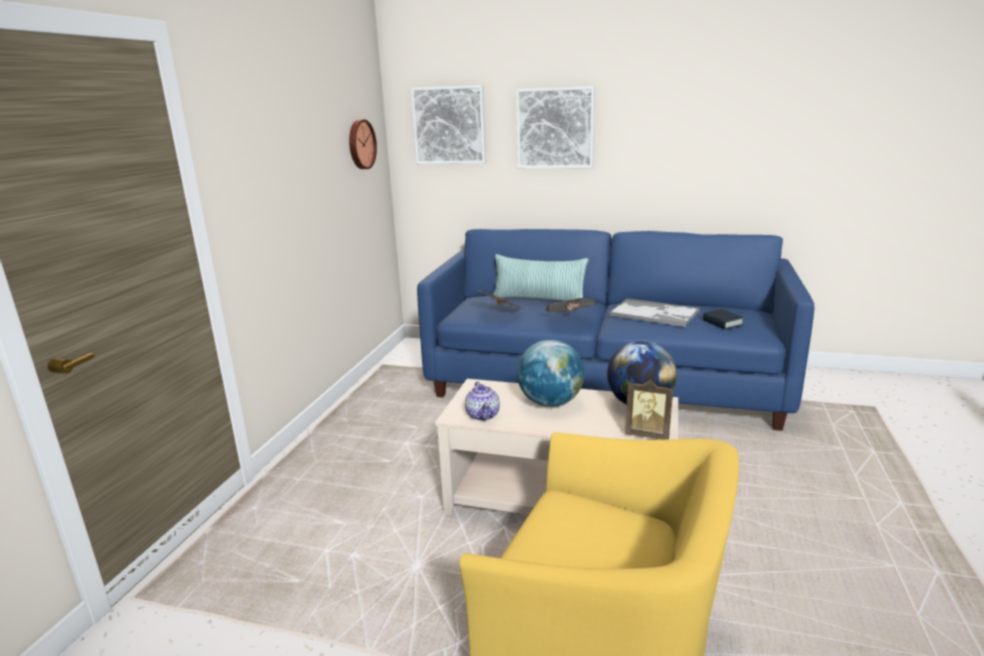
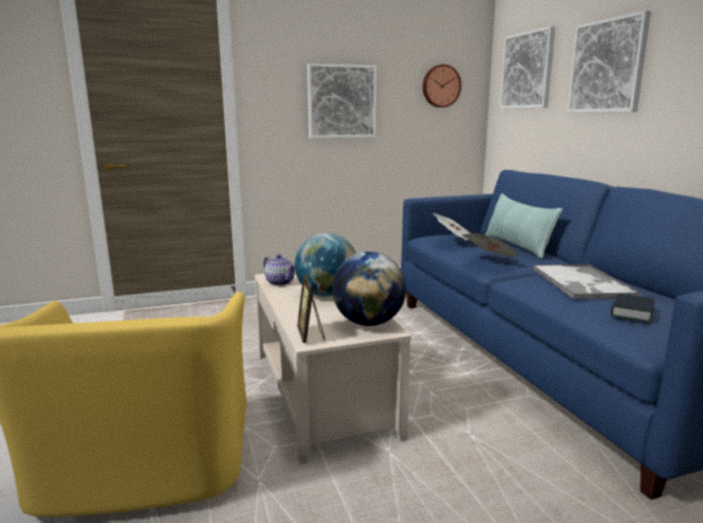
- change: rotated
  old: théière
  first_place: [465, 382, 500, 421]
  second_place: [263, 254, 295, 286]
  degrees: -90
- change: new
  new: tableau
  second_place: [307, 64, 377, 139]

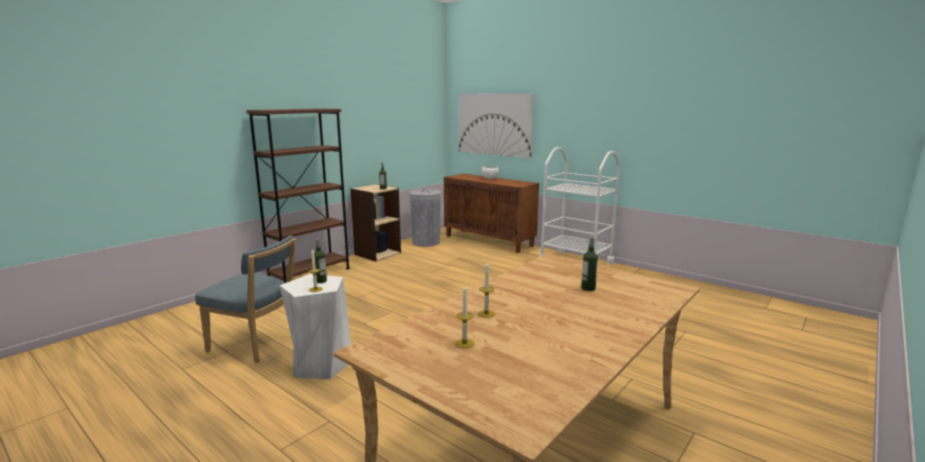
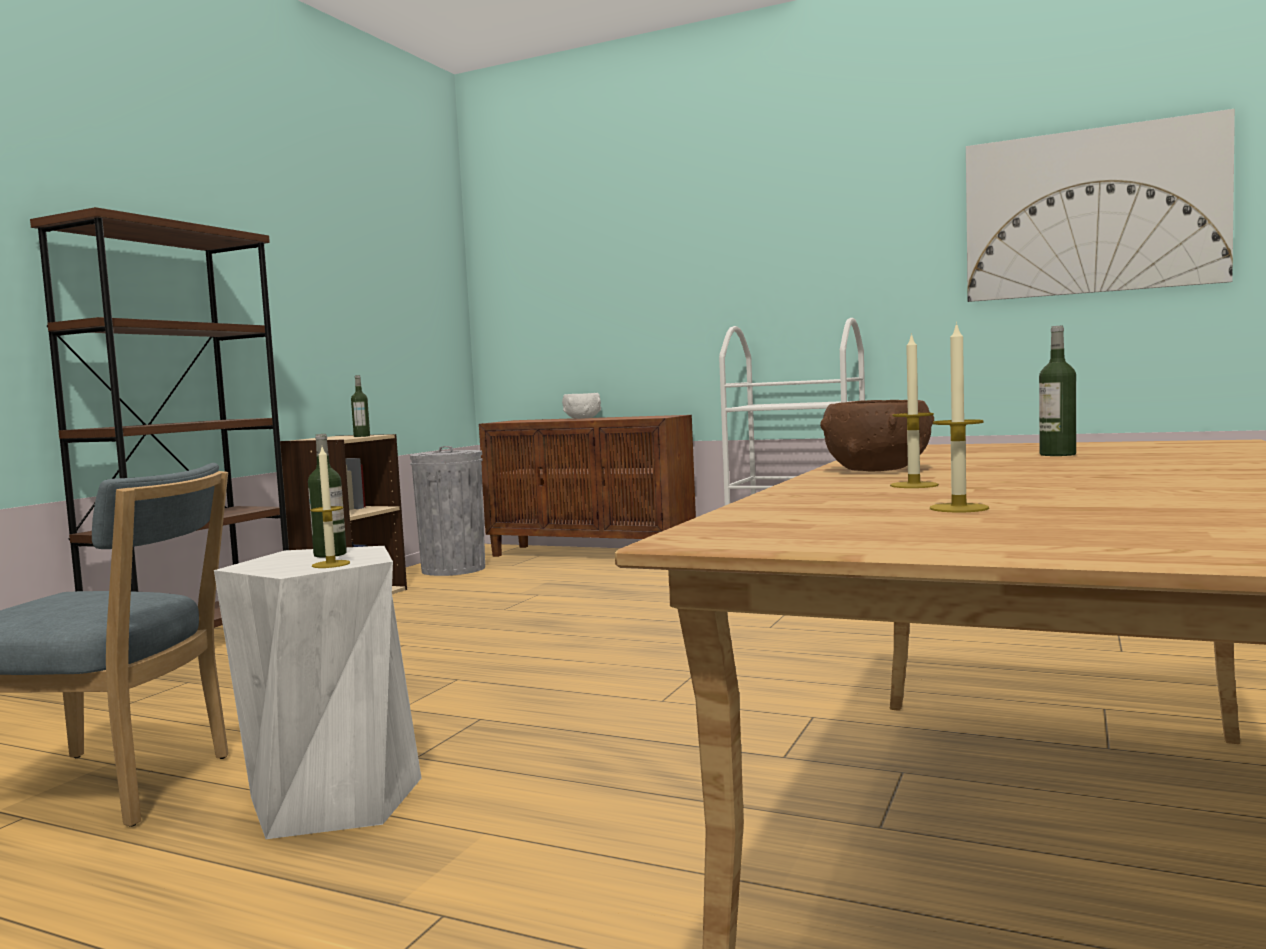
- change: new
  new: bol/marron
  second_place: [820, 400, 934, 471]
- change: shifted
  old: tableau
  first_place: [459, 93, 535, 159]
  second_place: [966, 109, 1235, 302]

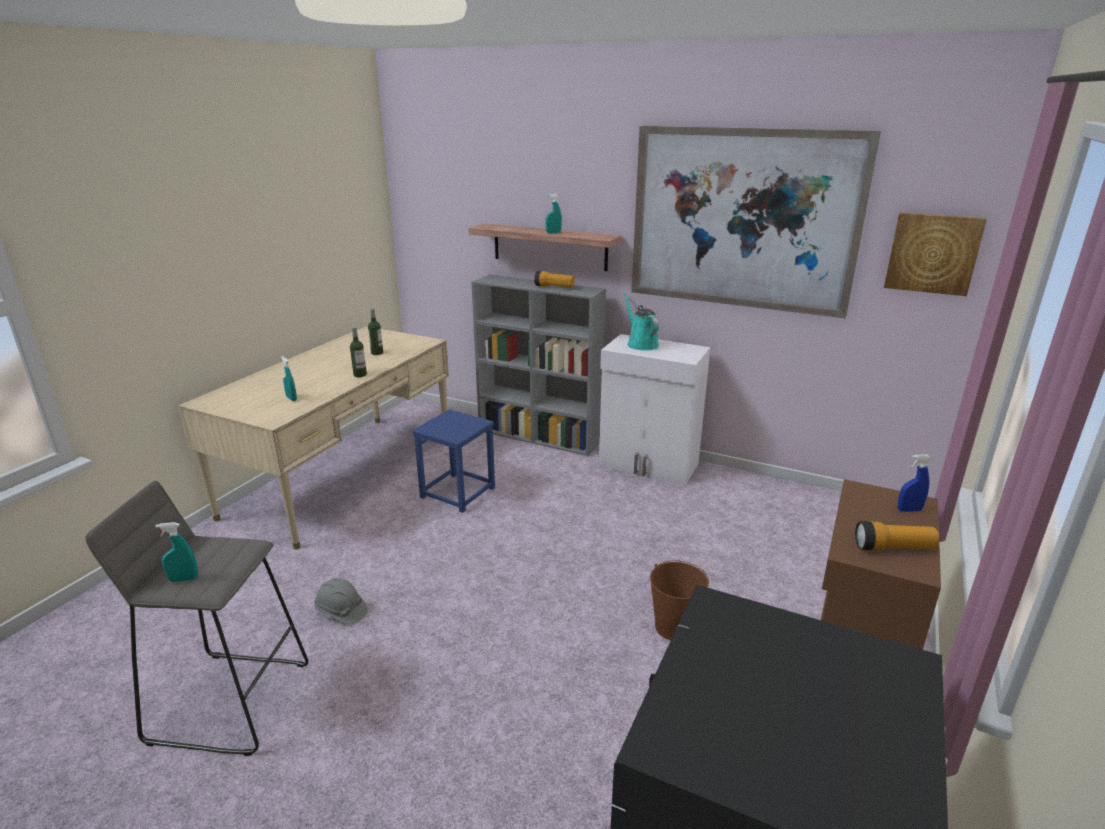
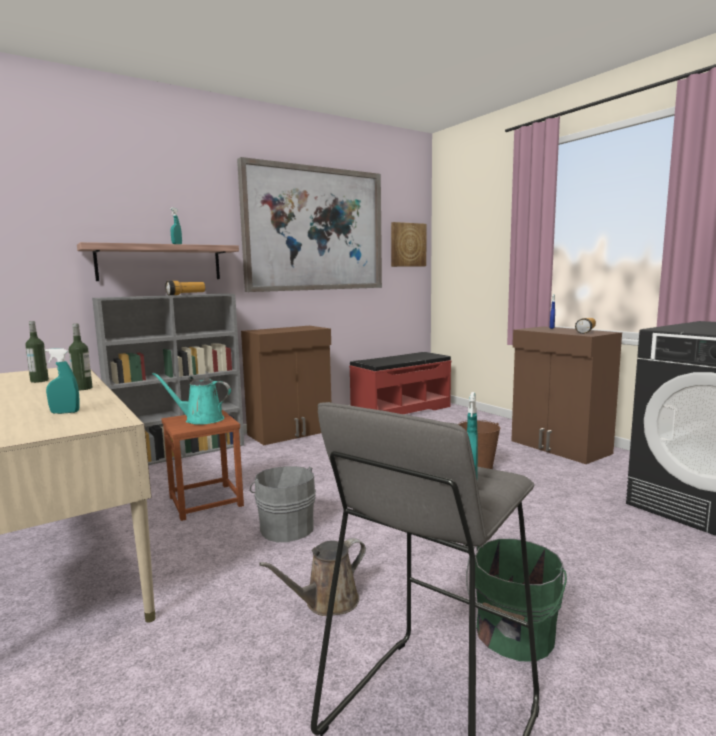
- change: shifted
  old: arrosoir/turquoise
  first_place: [624, 294, 659, 351]
  second_place: [152, 373, 231, 425]
- change: repainted
  old: tabouret/bleu
  new: tabouret/marron
  first_place: [412, 409, 495, 513]
  second_place: [161, 410, 244, 521]
- change: repainted
  old: meuble de rangement/blanc
  new: meuble de rangement/marron
  first_place: [599, 334, 711, 486]
  second_place: [241, 326, 331, 445]
- change: new
  new: seau/gris
  second_place: [250, 466, 316, 542]
- change: swapped
  old: casque de chantier/gris
  new: arrosoir/marron
  first_place: [314, 578, 368, 625]
  second_place: [259, 538, 366, 616]
- change: new
  new: banc/rouge
  second_place: [349, 352, 451, 414]
- change: new
  new: seau/vert
  second_place: [466, 538, 567, 662]

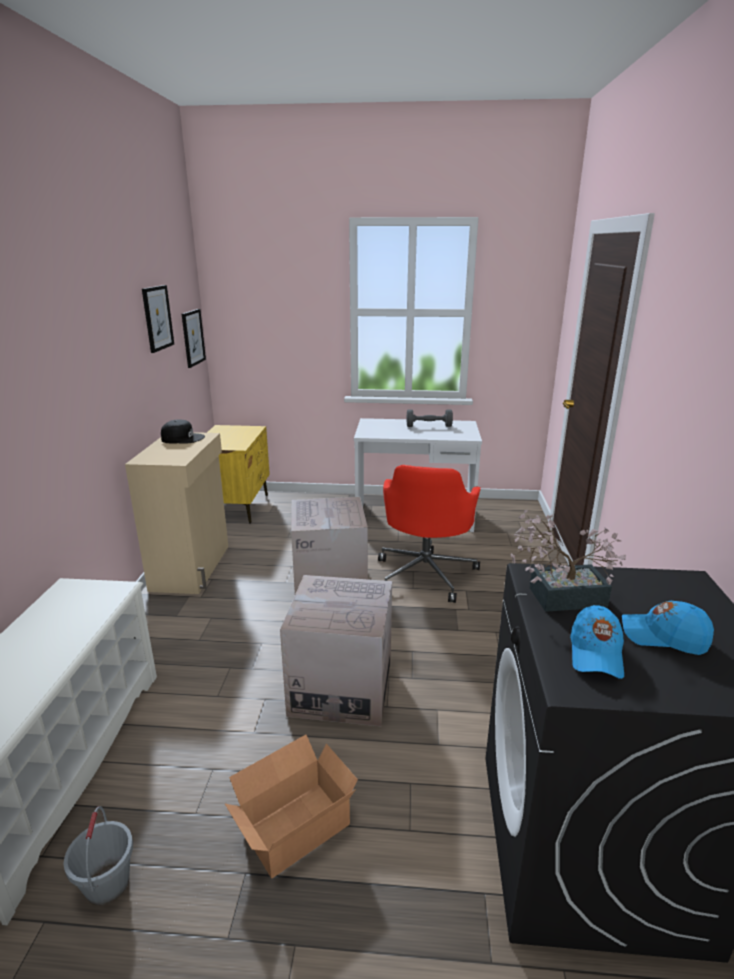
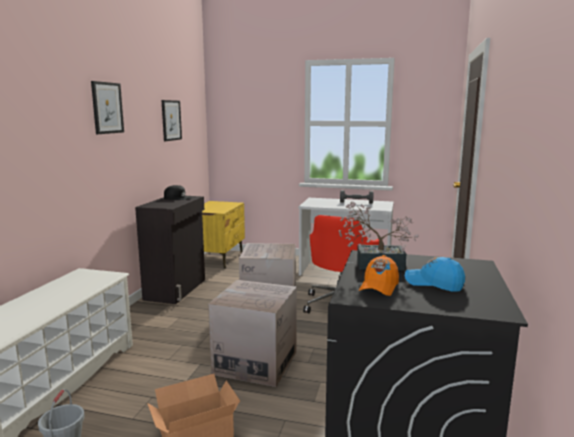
- change: shifted
  old: tableau
  first_place: [182, 309, 206, 368]
  second_place: [91, 81, 124, 134]
- change: repainted
  old: meuble de rangement/beige
  new: meuble de rangement/noir
  first_place: [125, 432, 229, 594]
  second_place: [135, 196, 205, 304]
- change: repainted
  old: casquette/bleu
  new: casquette/orange
  first_place: [570, 605, 624, 679]
  second_place: [359, 255, 399, 296]

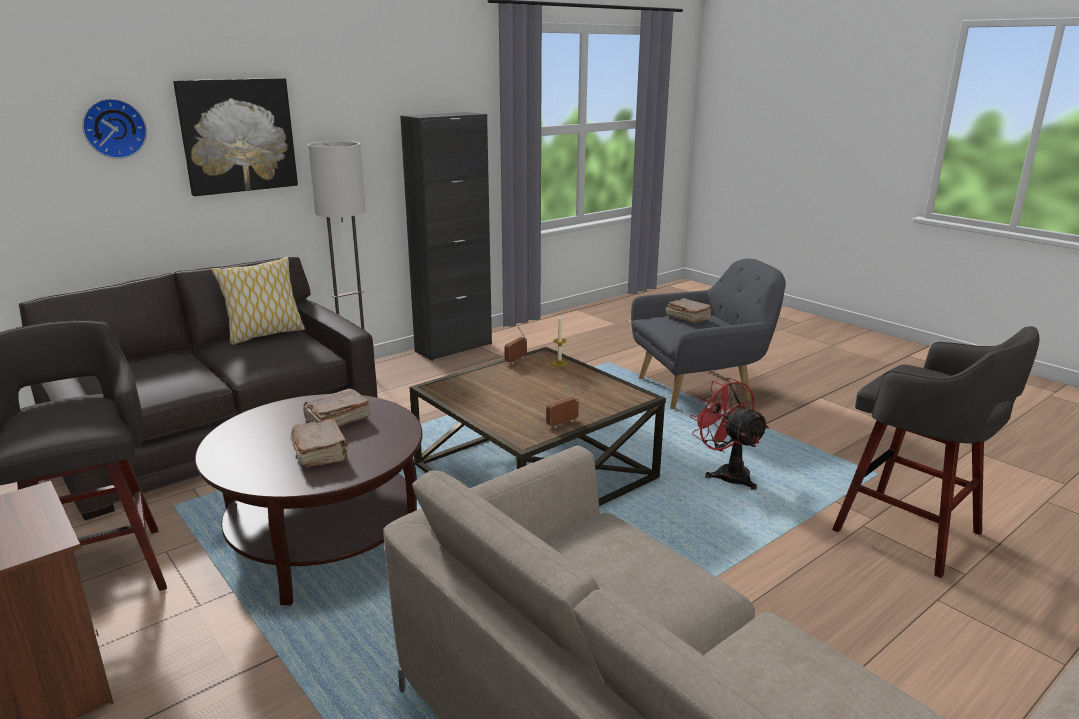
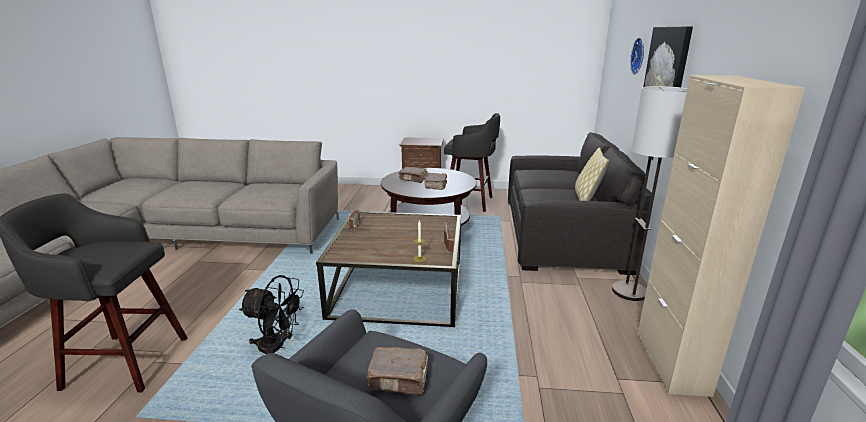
- change: repainted
  old: ventilateur/rouge
  new: ventilateur/noir
  first_place: [690, 377, 769, 490]
  second_place: [239, 275, 304, 354]
- change: repainted
  old: meuble de rangement/noir
  new: meuble de rangement/beige
  first_place: [400, 112, 492, 361]
  second_place: [637, 75, 805, 397]

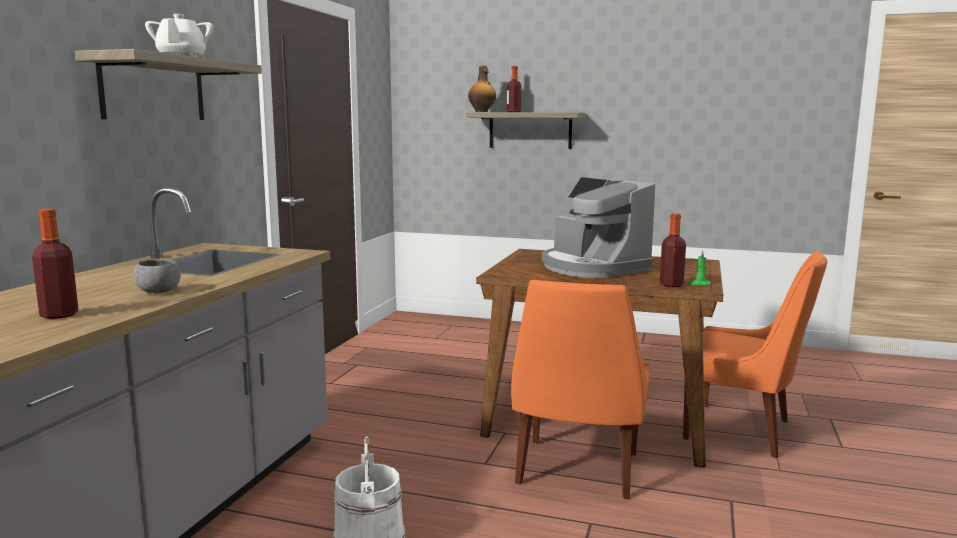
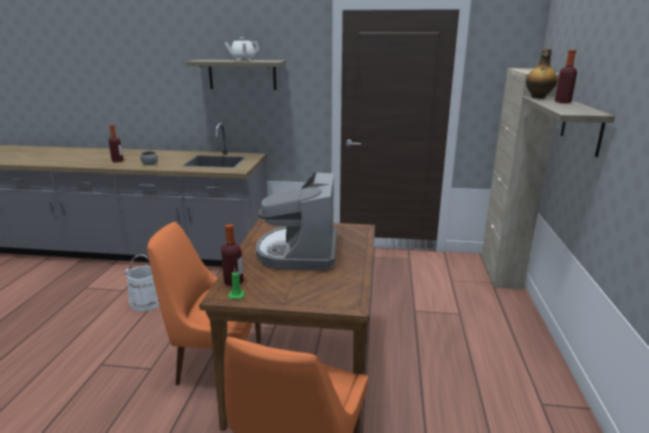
- change: rotated
  old: machine à café
  first_place: [542, 177, 655, 278]
  second_place: [256, 172, 337, 270]
  degrees: -45
- change: new
  new: meuble de rangement/beige
  second_place: [481, 68, 559, 289]

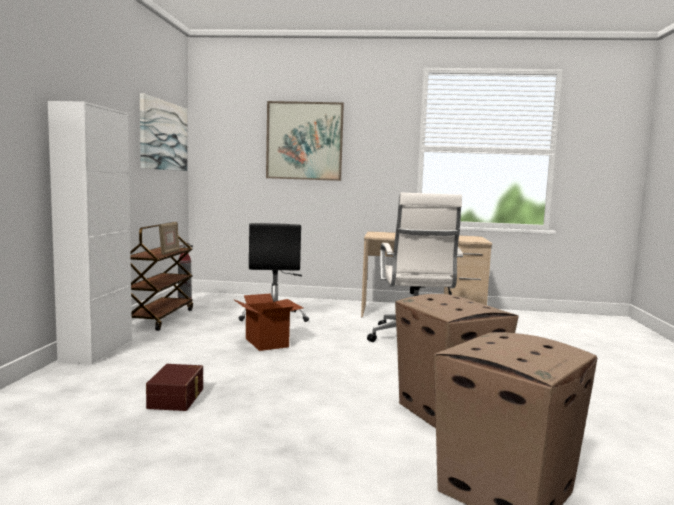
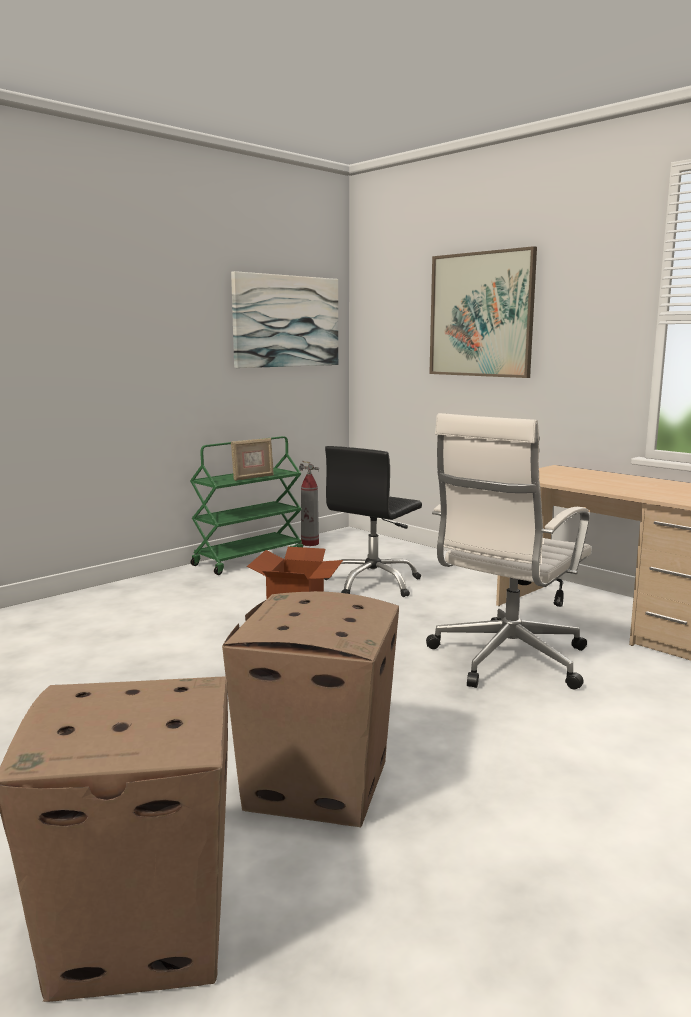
- change: repainted
  old: chariot/marron
  new: chariot/vert
  first_place: [130, 222, 193, 331]
  second_place: [190, 436, 303, 575]
- change: gone
  old: meuble de rangement/blanc
  first_place: [48, 101, 132, 365]
- change: gone
  old: boîte de rangement/marron
  first_place: [146, 364, 203, 411]

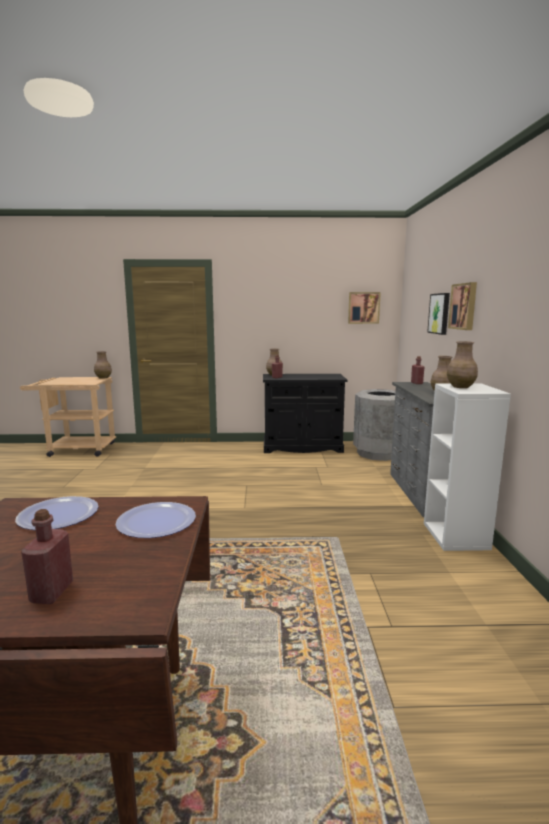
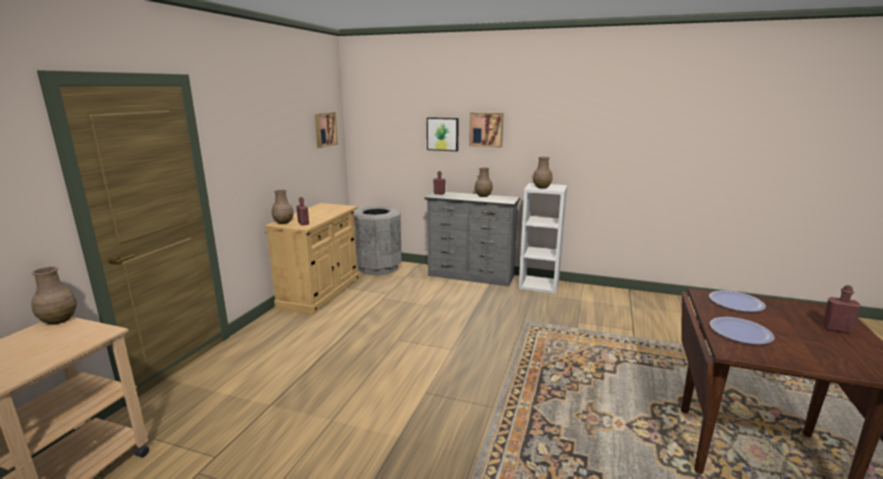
- change: repainted
  old: meuble de rangement/noir
  new: meuble de rangement/beige
  first_place: [263, 374, 348, 453]
  second_place: [265, 203, 360, 315]

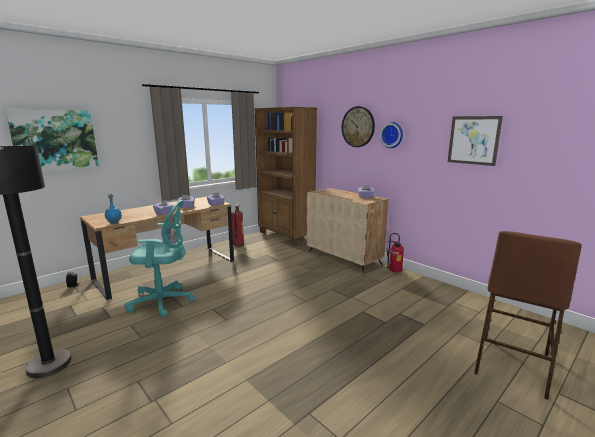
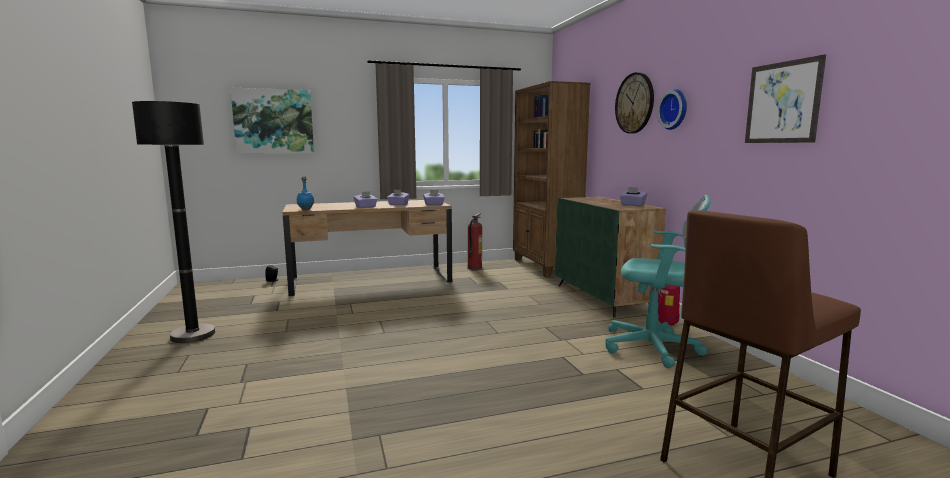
- change: repainted
  old: meuble de rangement/beige
  new: meuble de rangement/vert
  first_place: [307, 188, 388, 273]
  second_place: [555, 197, 666, 318]
- change: shifted
  old: chaise de bureau/turquoise
  first_place: [124, 200, 195, 317]
  second_place: [605, 195, 711, 368]

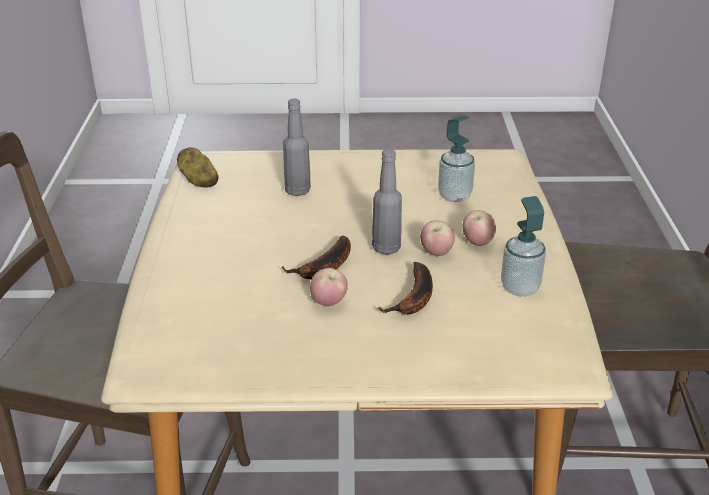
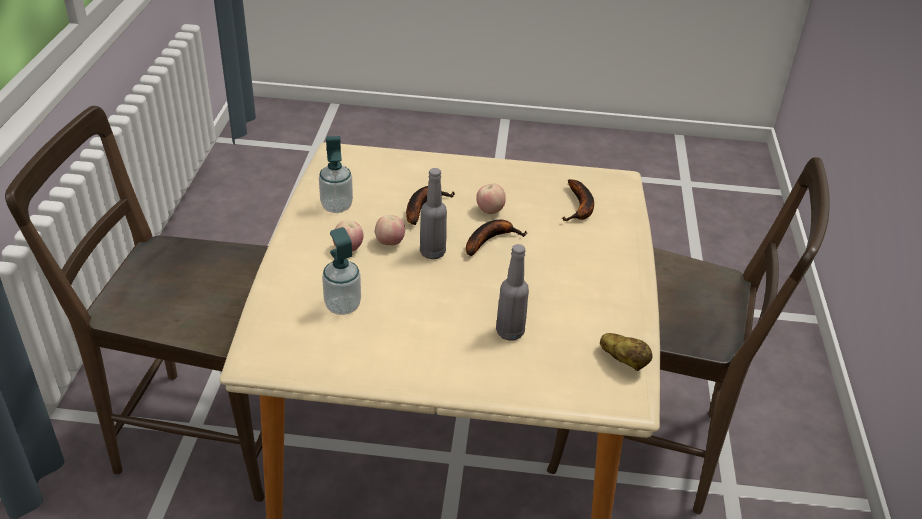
- change: new
  new: banane
  second_place: [562, 179, 594, 221]

